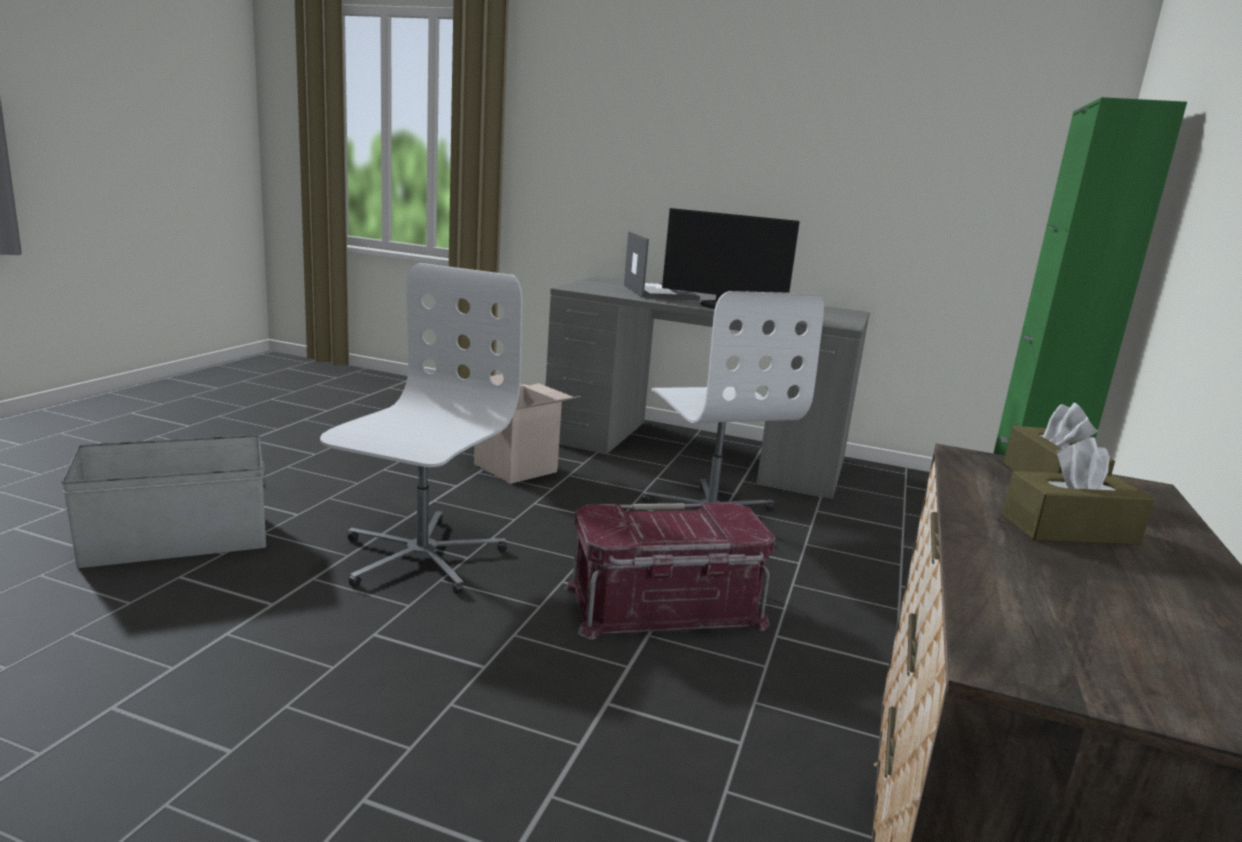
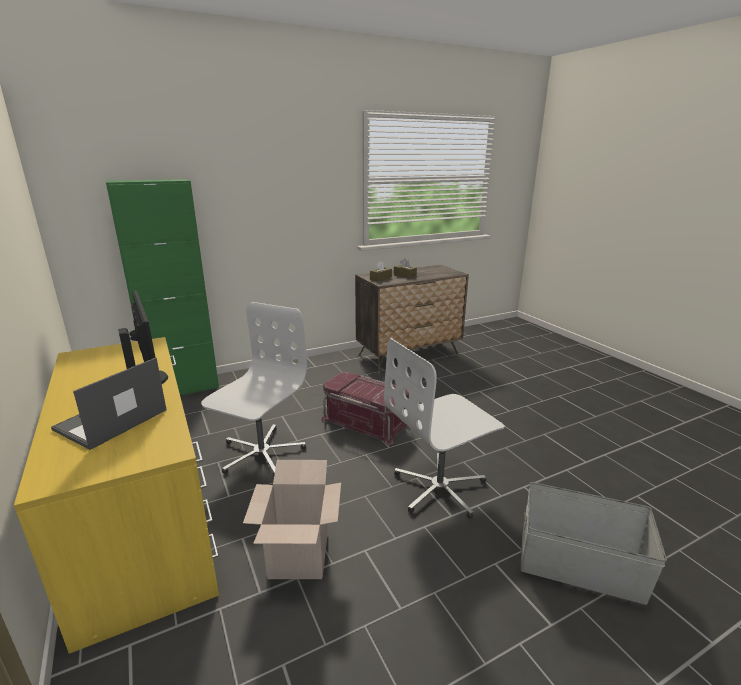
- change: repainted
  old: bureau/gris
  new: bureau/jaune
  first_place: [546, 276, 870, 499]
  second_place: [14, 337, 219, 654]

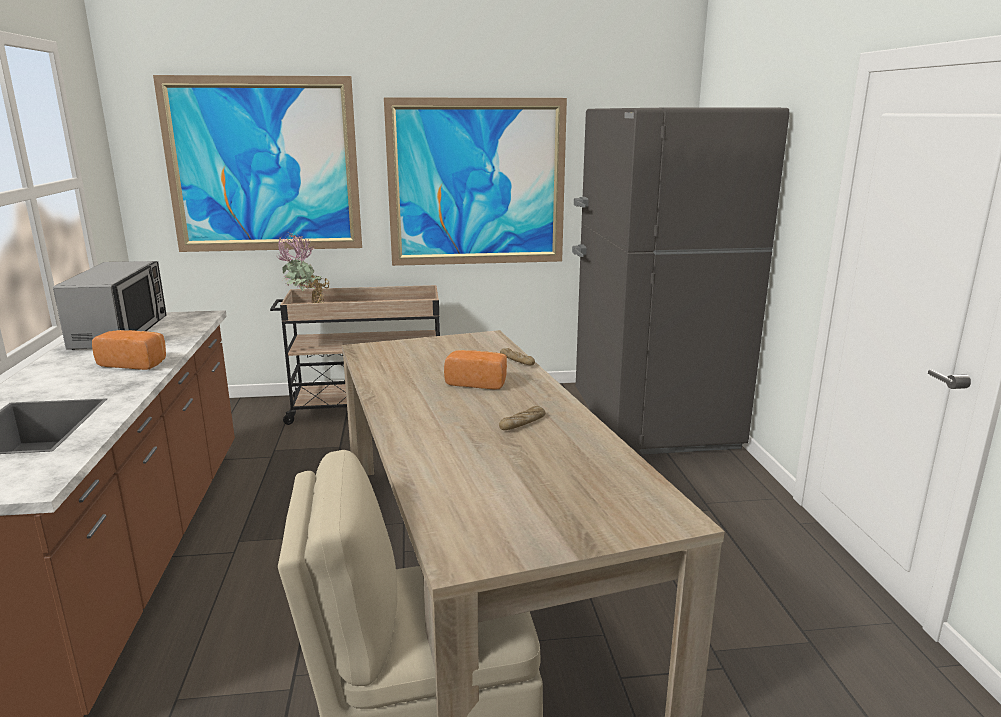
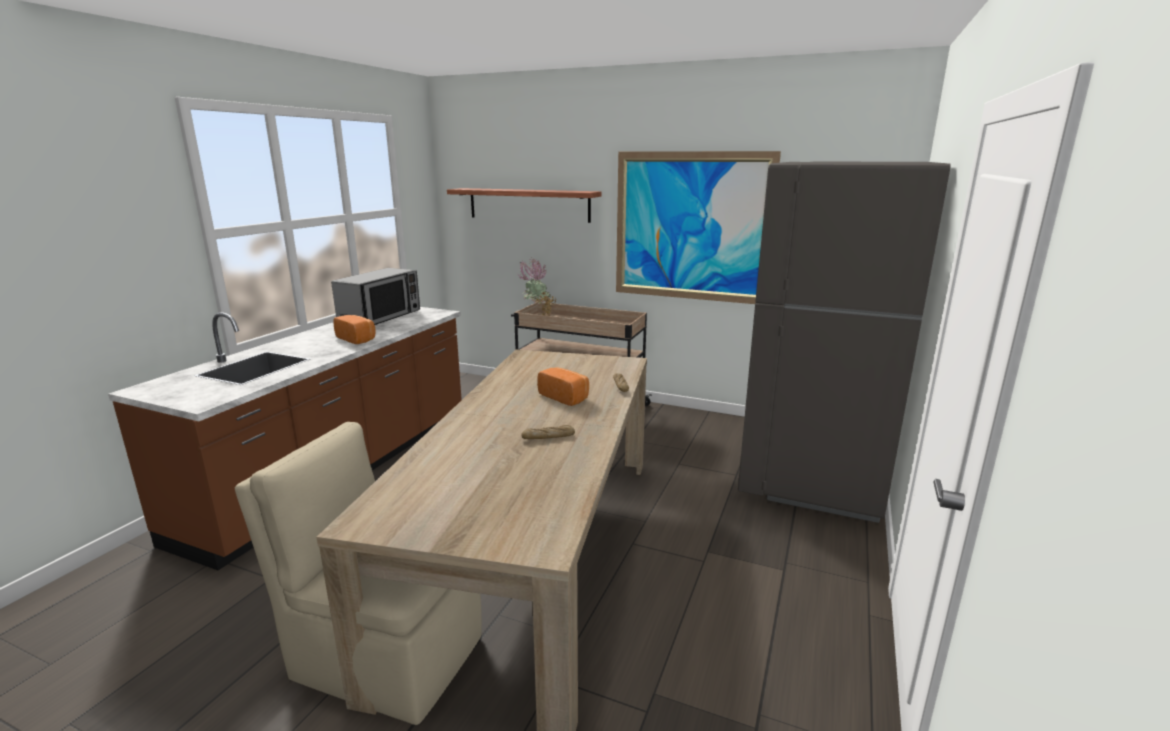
- change: swapped
  old: tableau
  new: étagère
  first_place: [153, 75, 362, 252]
  second_place: [447, 188, 601, 223]

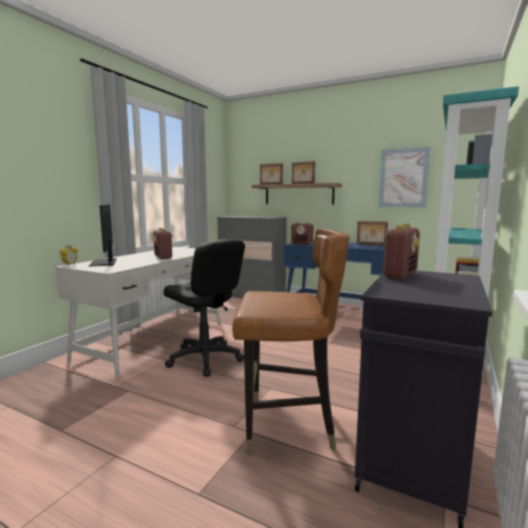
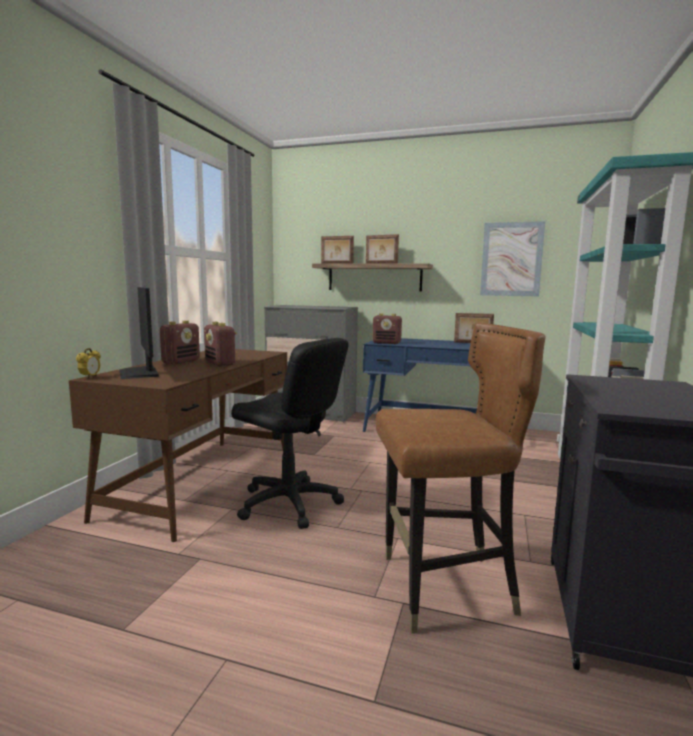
- change: repainted
  old: bureau/blanc
  new: bureau/marron
  first_place: [56, 247, 221, 379]
  second_place: [69, 349, 287, 542]
- change: shifted
  old: radio
  first_place: [383, 224, 420, 279]
  second_place: [160, 320, 200, 364]

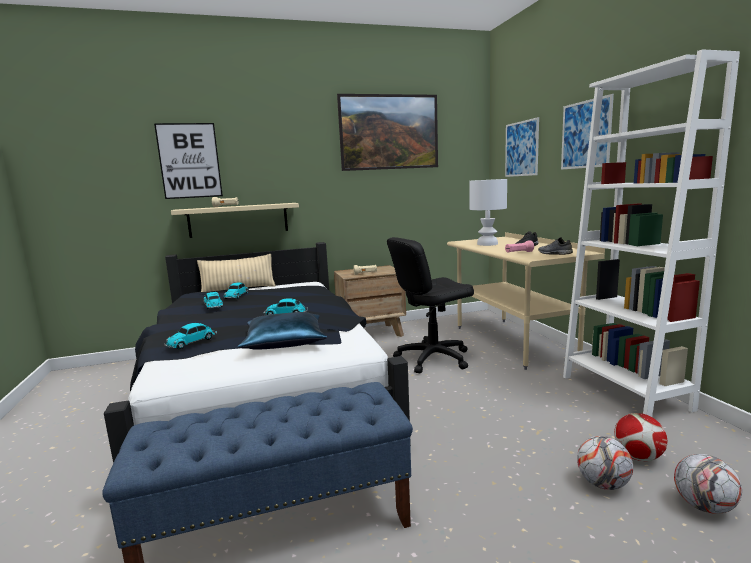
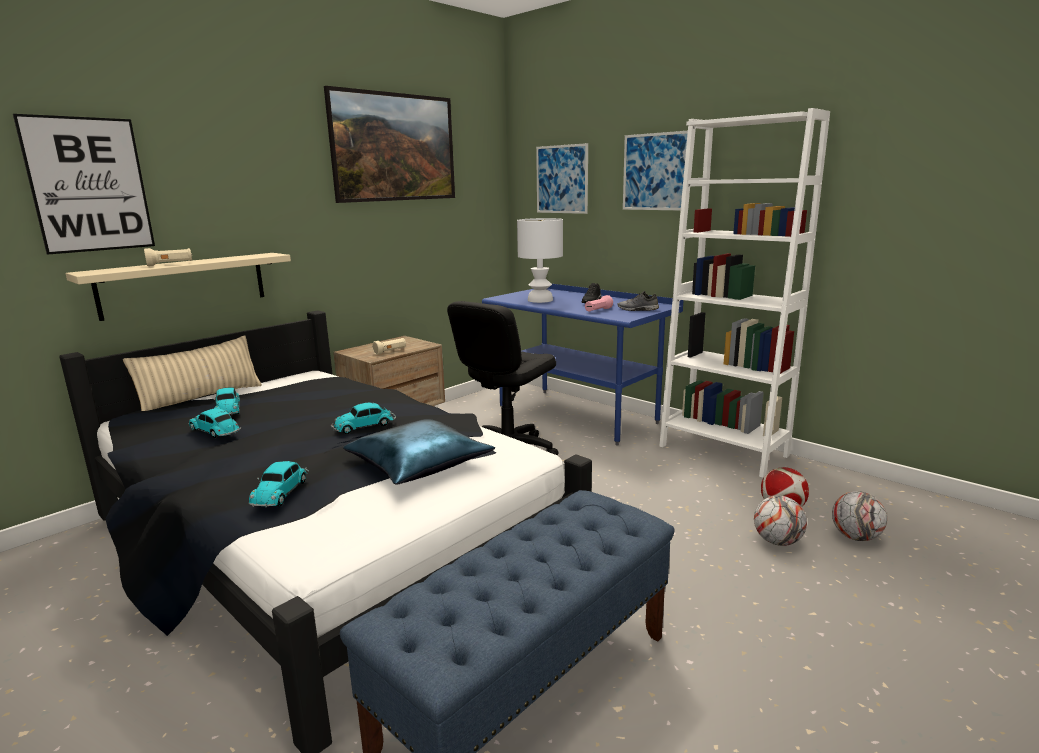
- change: repainted
  old: bureau/beige
  new: bureau/bleu
  first_place: [447, 232, 605, 370]
  second_place: [482, 284, 683, 446]

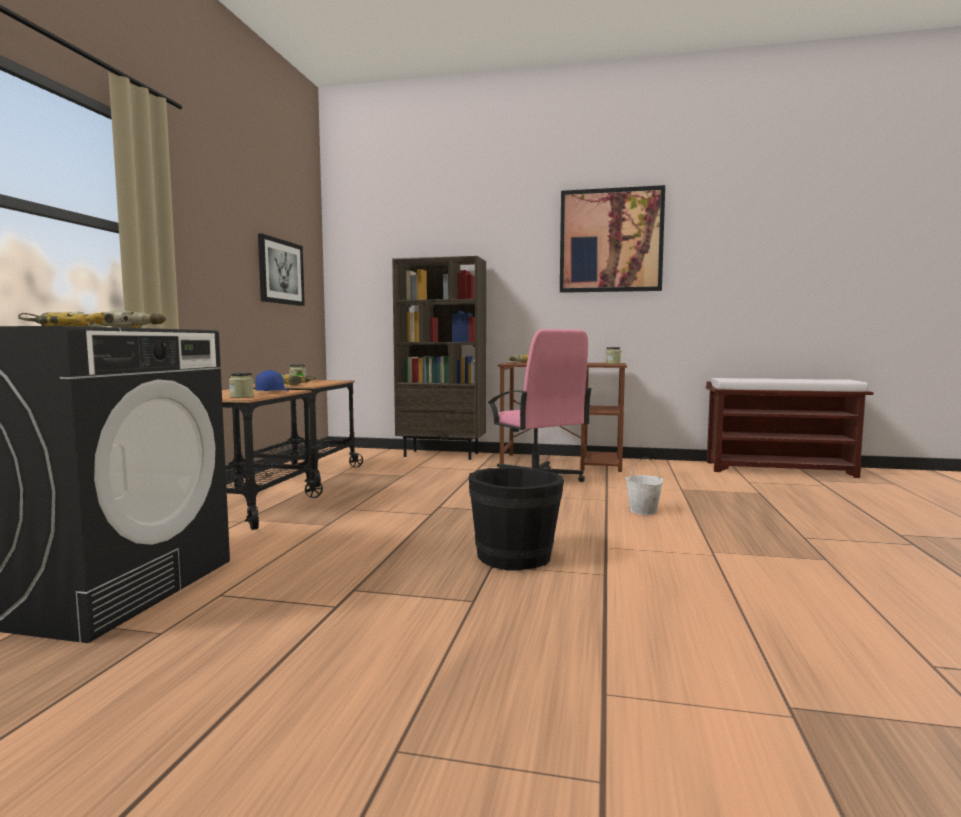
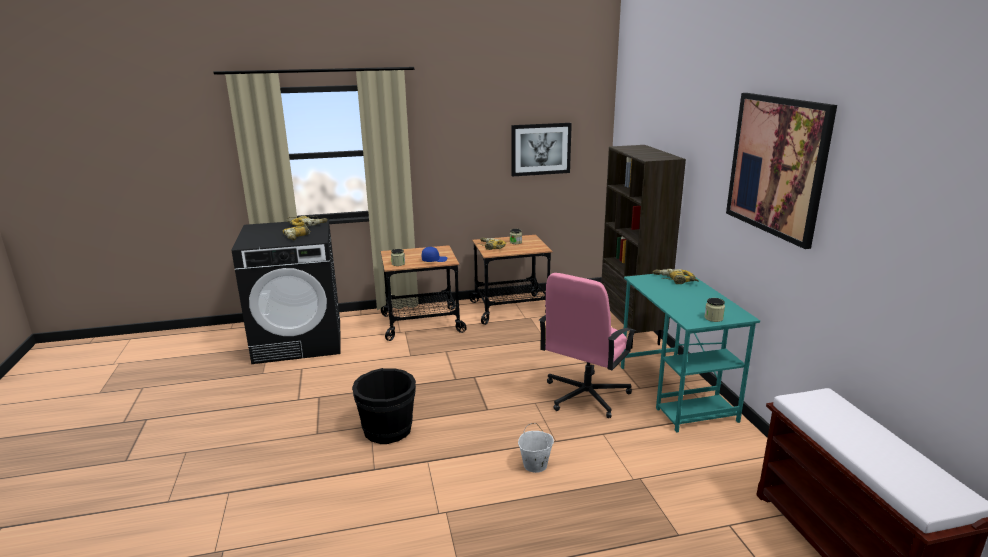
- change: repainted
  old: bureau/marron
  new: bureau/turquoise
  first_place: [498, 362, 627, 472]
  second_place: [621, 274, 760, 433]

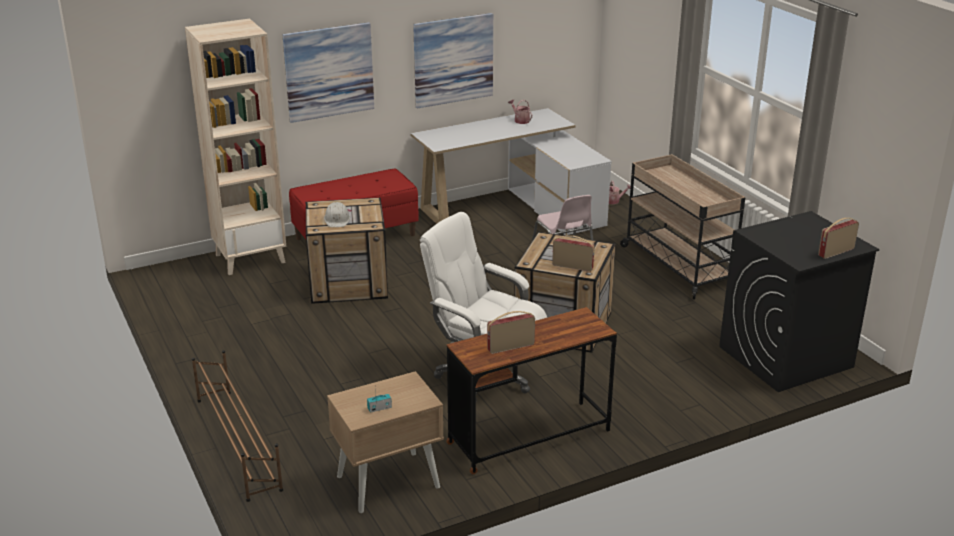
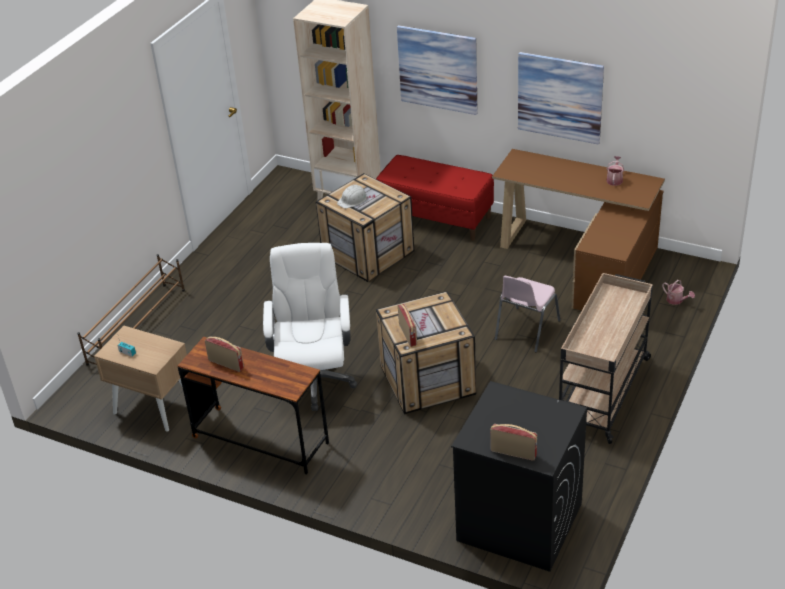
- change: repainted
  old: bureau/blanc
  new: bureau/marron
  first_place: [411, 108, 612, 236]
  second_place: [492, 149, 665, 311]

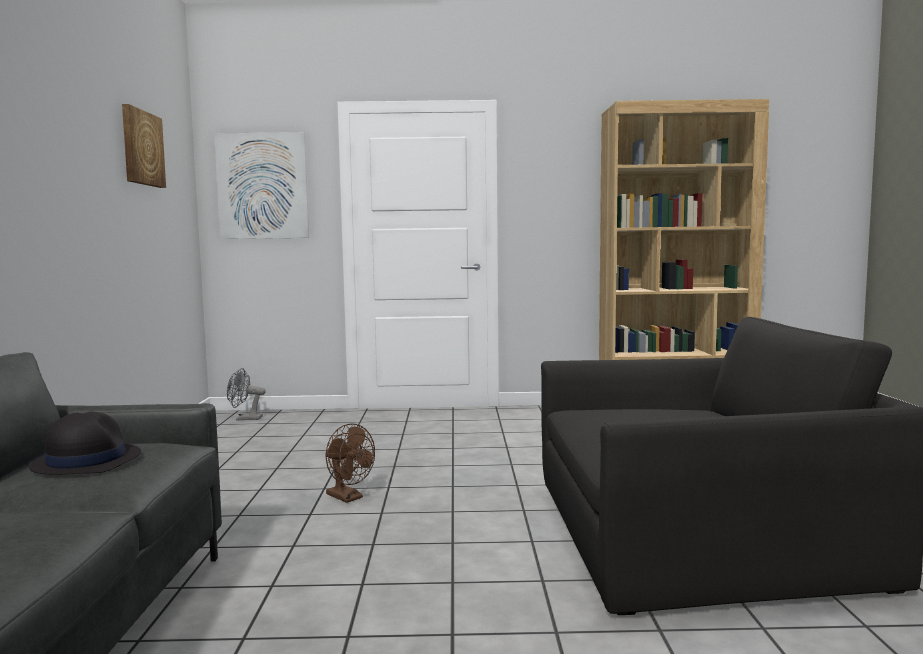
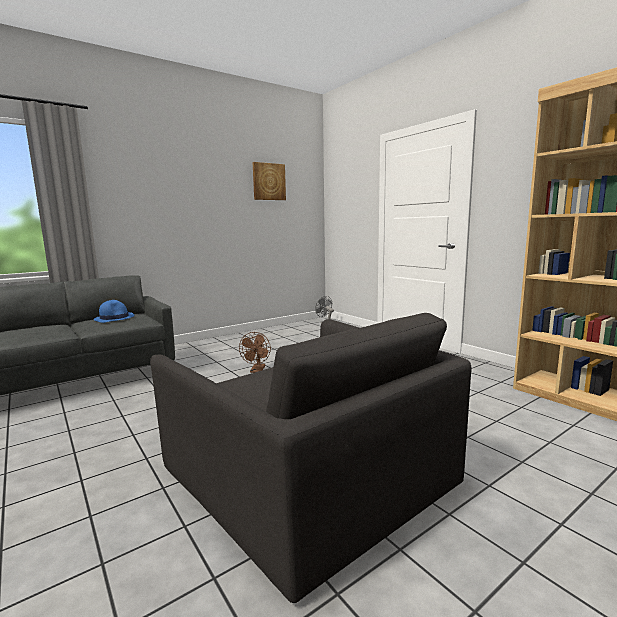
- change: repainted
  old: chapeau/noir
  new: chapeau/bleu
  first_place: [28, 412, 141, 475]
  second_place: [94, 300, 134, 323]
- change: gone
  old: tableau
  first_place: [214, 132, 309, 239]

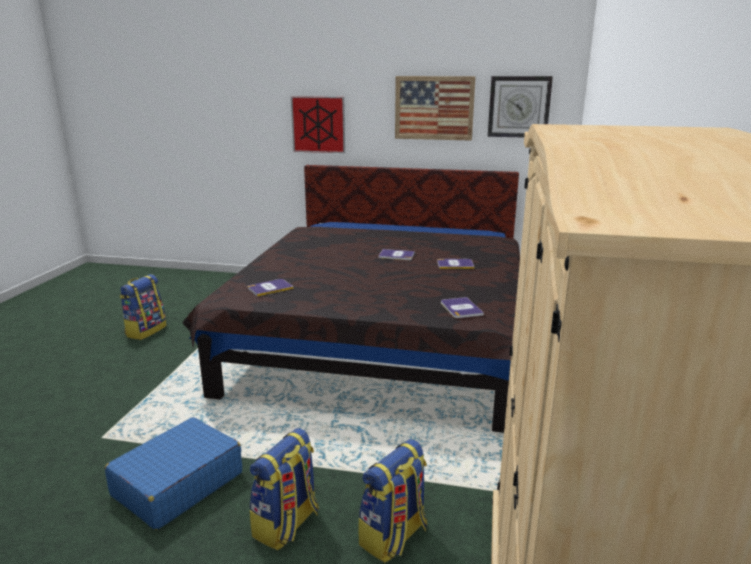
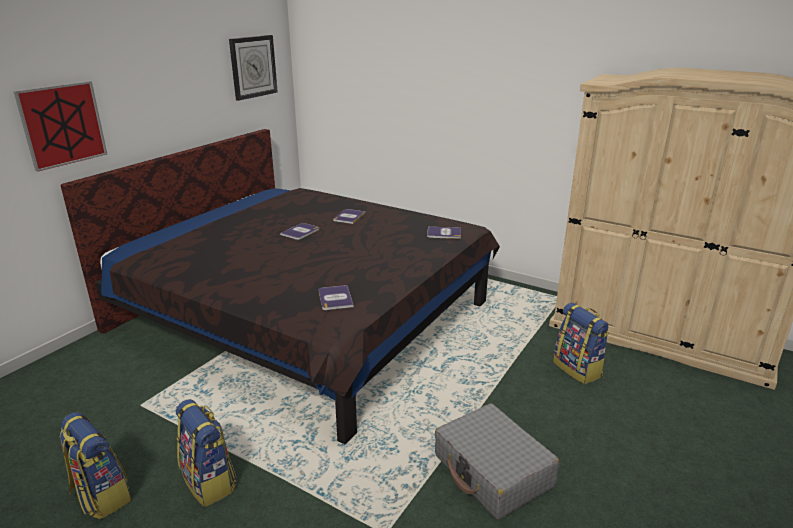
- change: shifted
  old: sac à dos
  first_place: [250, 428, 319, 551]
  second_place: [176, 399, 236, 507]
- change: repainted
  old: valise/bleu
  new: valise/gris
  first_place: [105, 417, 242, 530]
  second_place: [434, 403, 559, 520]
- change: gone
  old: tableau
  first_place: [395, 76, 476, 141]

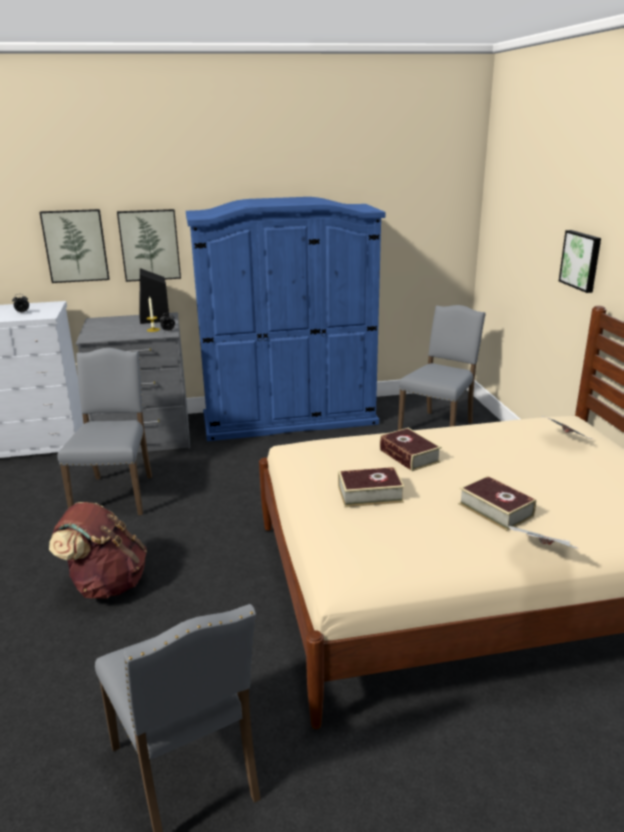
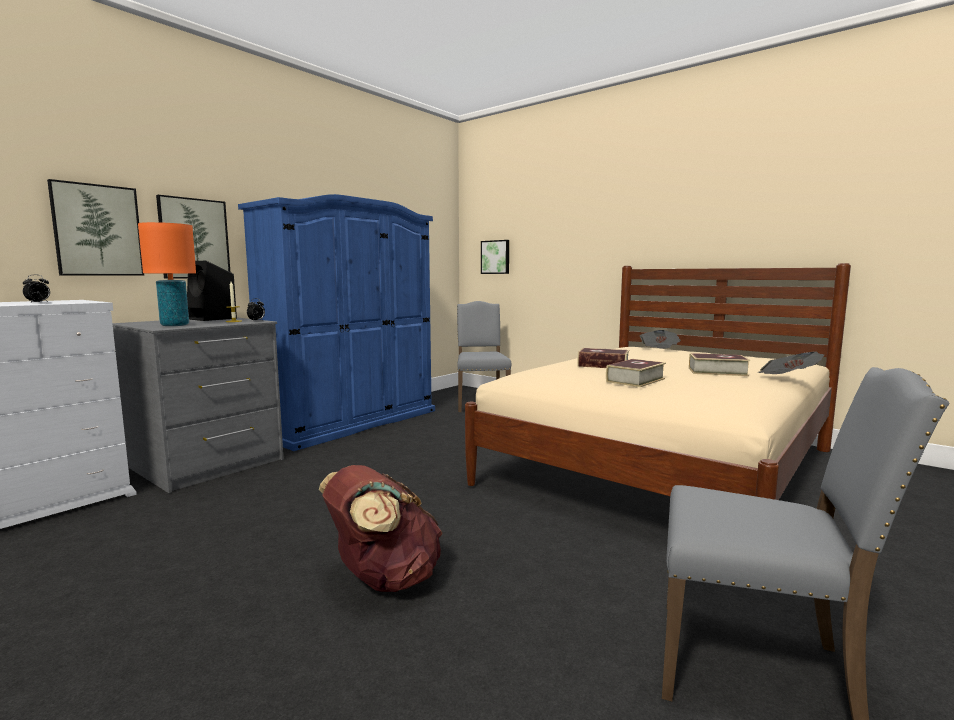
- change: new
  new: lampe de table/orange
  second_place: [138, 222, 196, 326]
- change: shifted
  old: tableau
  first_place: [559, 230, 601, 293]
  second_place: [481, 240, 509, 274]
- change: gone
  old: chaise/gris
  first_place: [57, 348, 152, 515]

